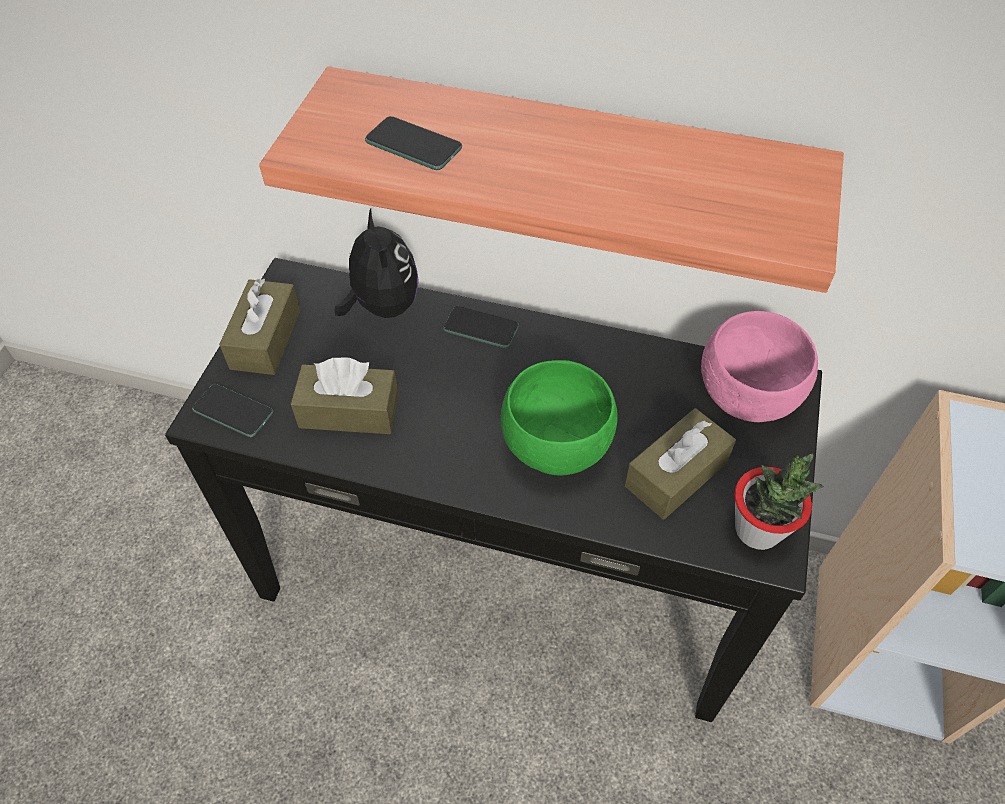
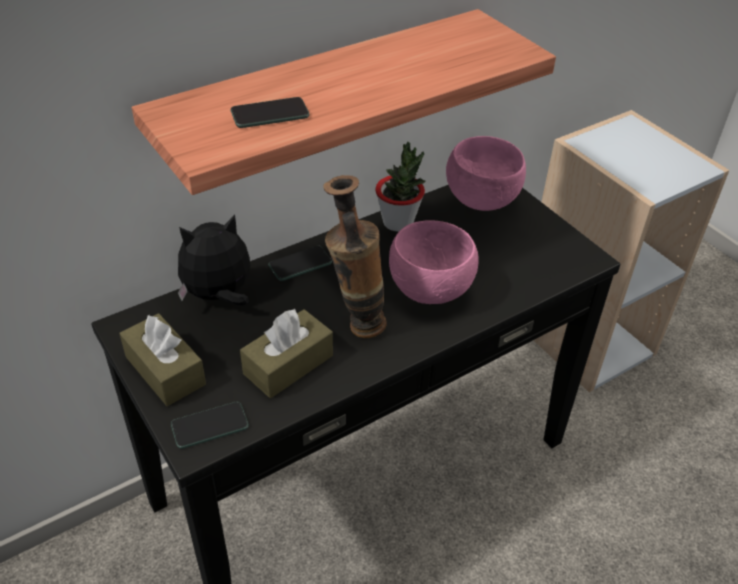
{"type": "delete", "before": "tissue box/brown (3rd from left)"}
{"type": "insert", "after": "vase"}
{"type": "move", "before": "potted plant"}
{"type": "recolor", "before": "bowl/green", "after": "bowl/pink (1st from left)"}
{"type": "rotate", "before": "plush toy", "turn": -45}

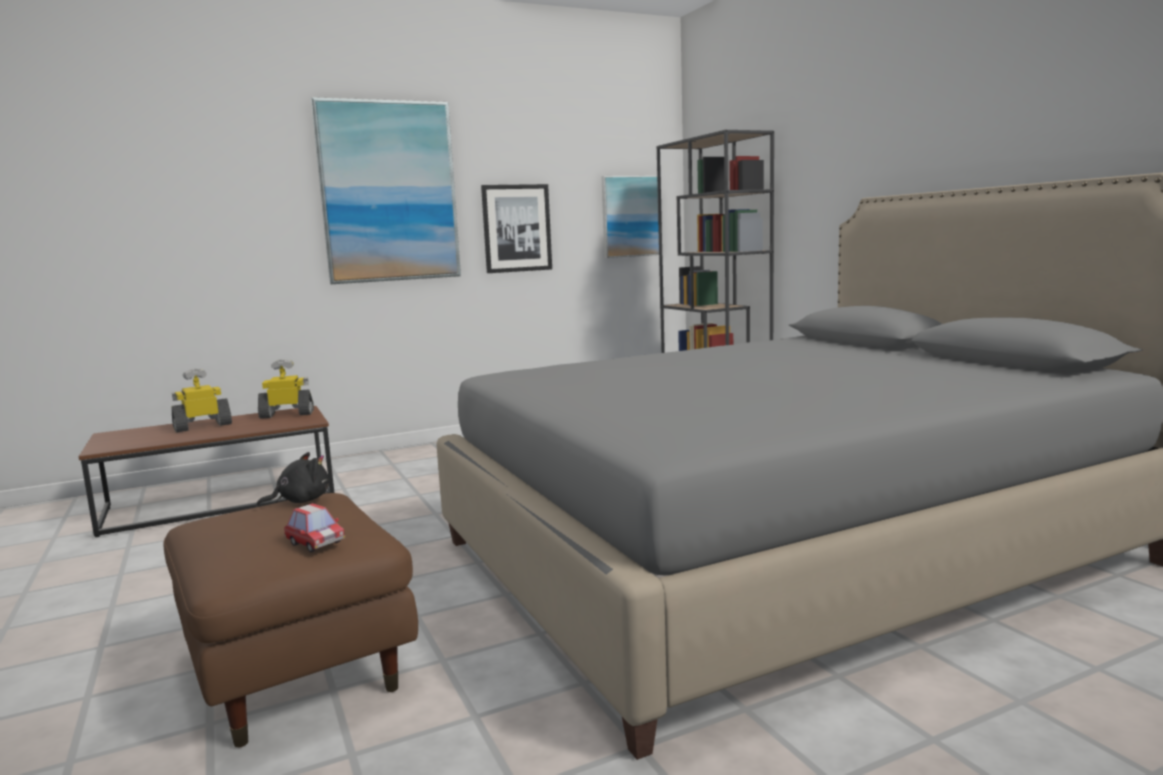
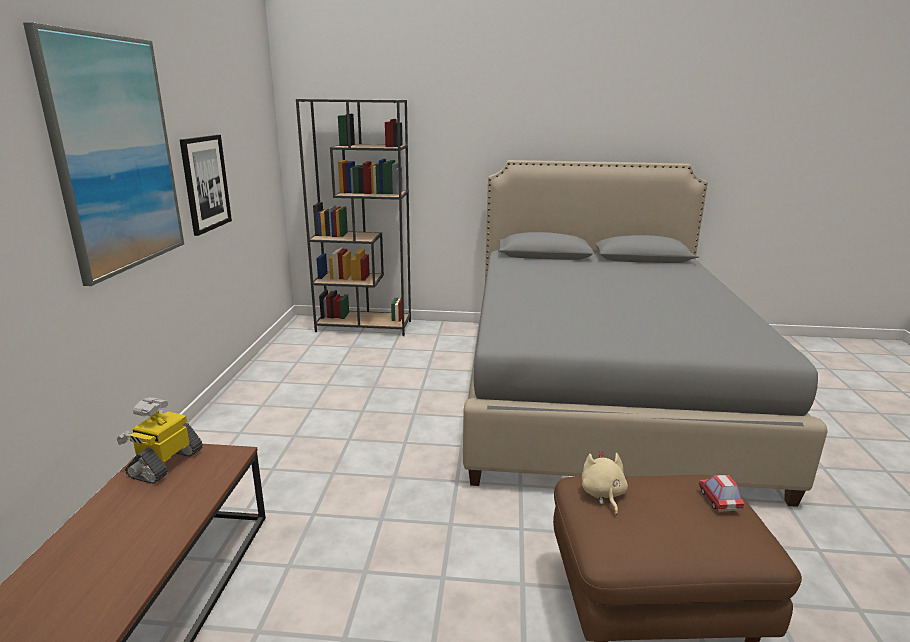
{"type": "delete", "before": "toy robot (1st from left)"}
{"type": "delete", "before": "picture (3rd from left)"}
{"type": "recolor", "before": "plush toy/black", "after": "plush toy/beige"}
{"type": "rotate", "before": "toy car", "turn": -75}

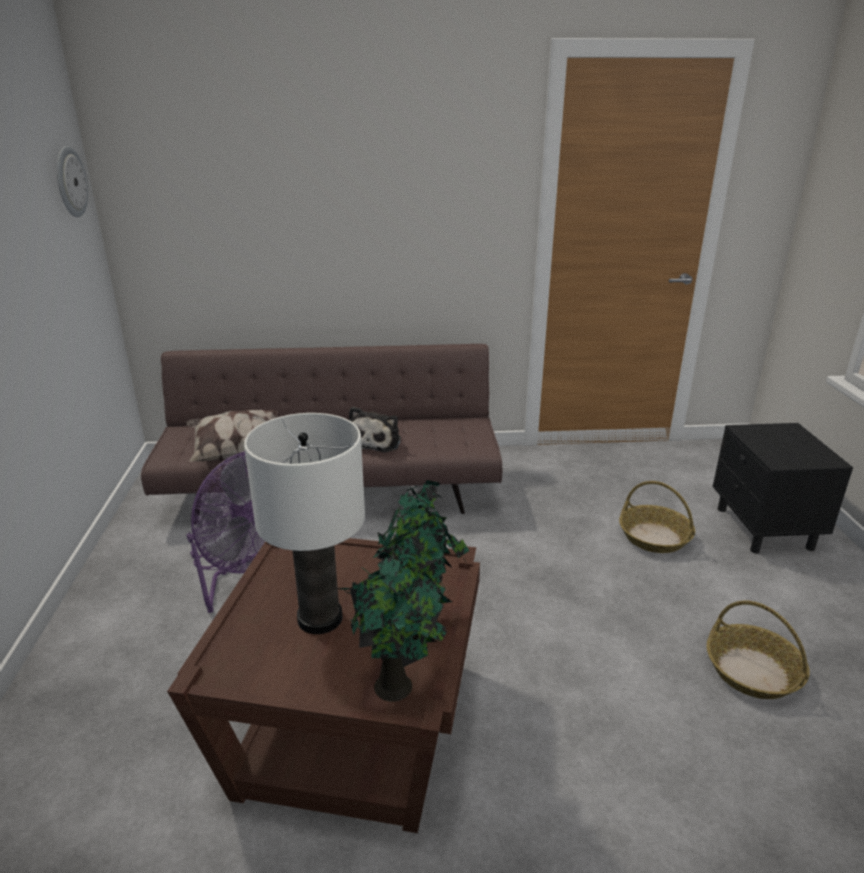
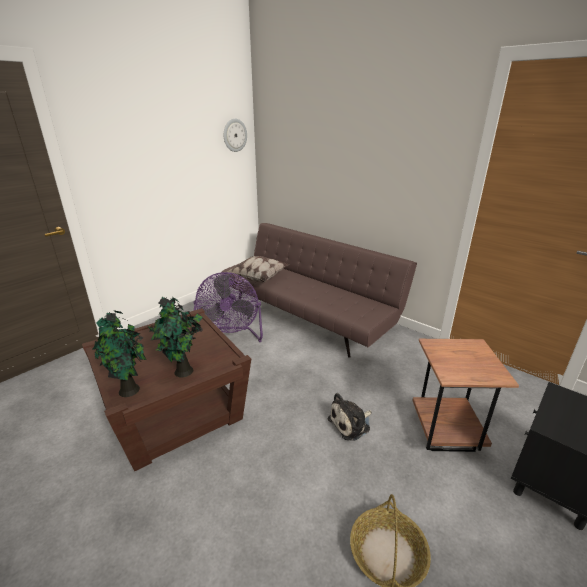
{"type": "delete", "before": "table lamp/white"}
{"type": "move", "before": "plush toy"}
{"type": "replace", "before": "basket (1st from left)", "after": "side table/brown (2nd from left)"}

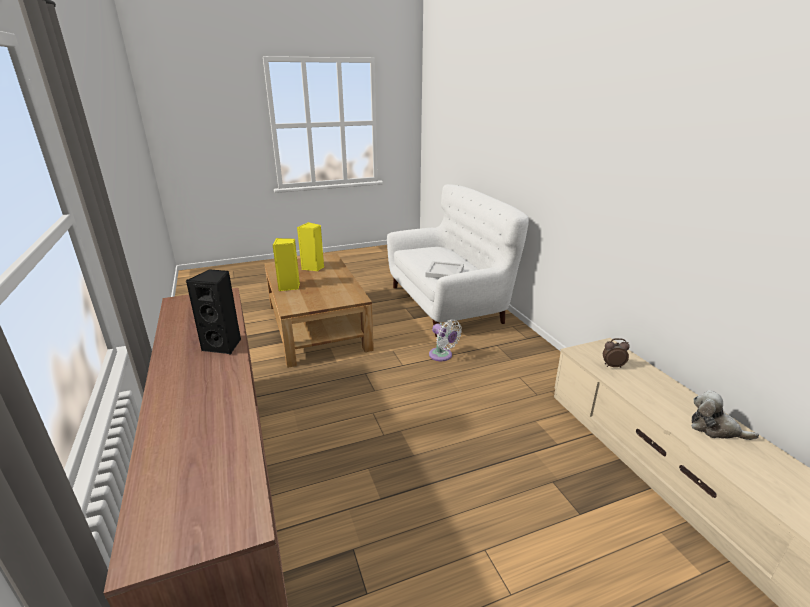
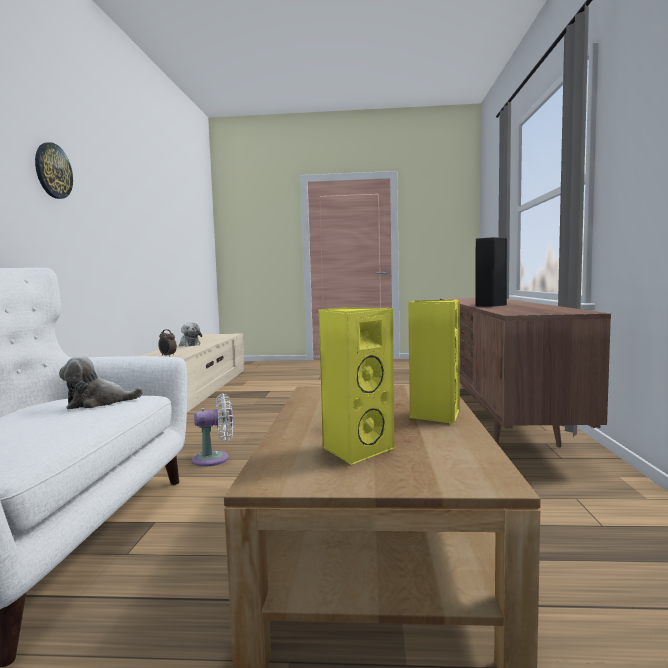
{"type": "insert", "after": "wall clock"}
{"type": "replace", "before": "tray/white", "after": "plush toy (1st from left)"}
{"type": "rotate", "before": "fan/white", "turn": 90}

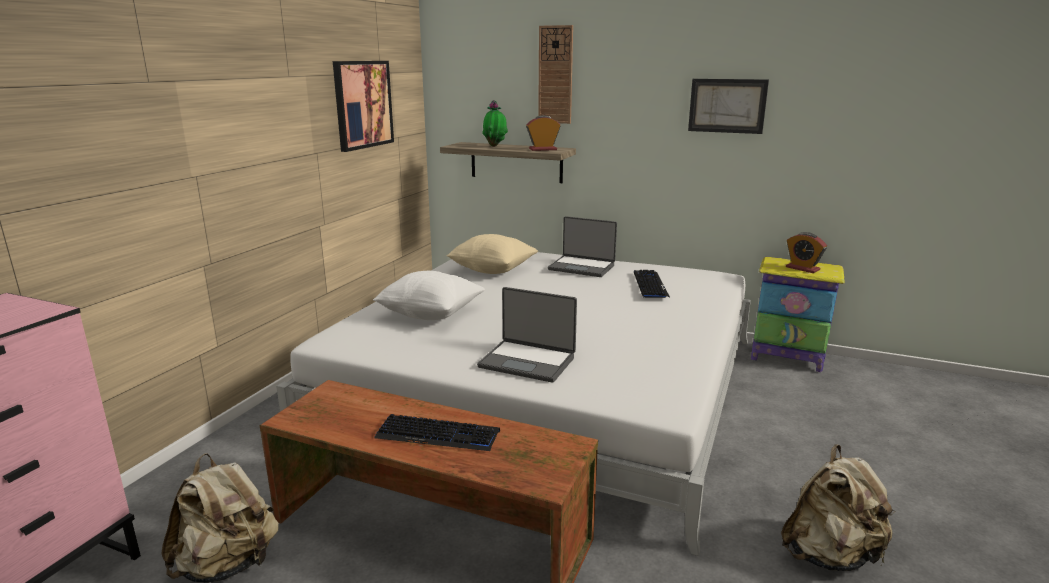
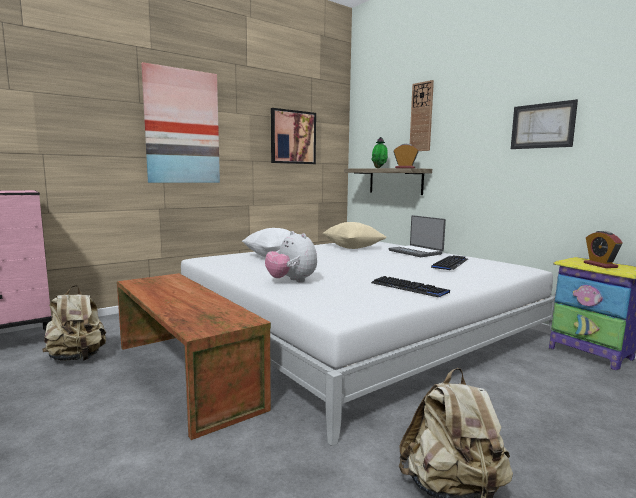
{"type": "insert", "after": "picture (1st from left)"}
{"type": "move", "before": "keyboard (1st from left)"}
{"type": "replace", "before": "laptop (1st from left)", "after": "plush toy"}

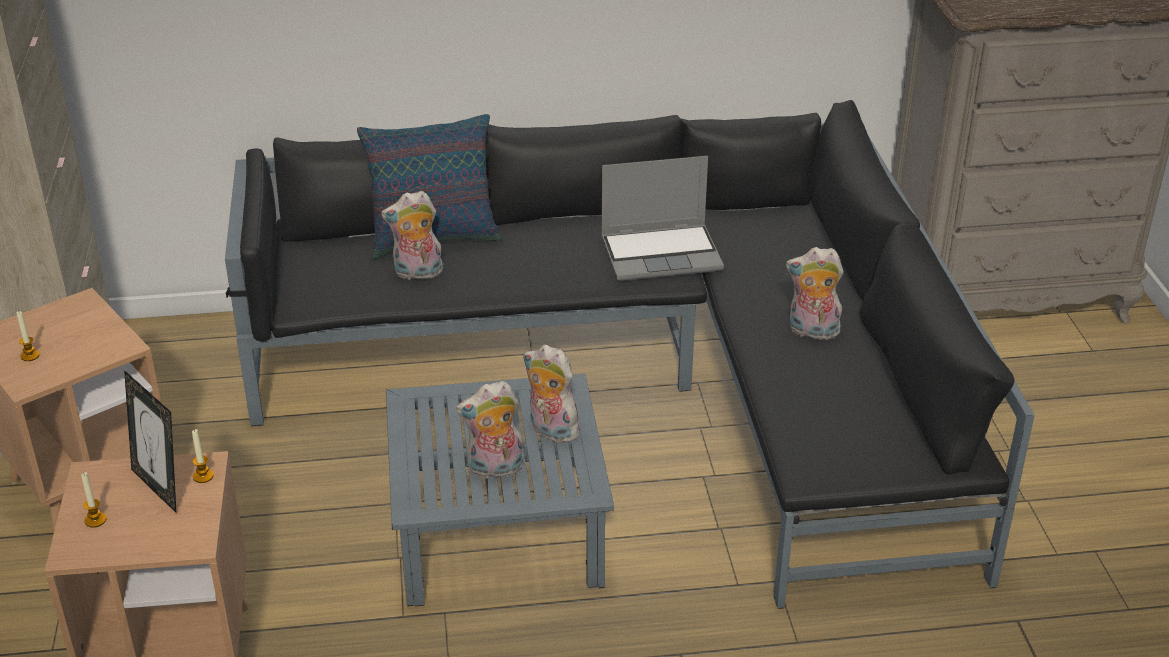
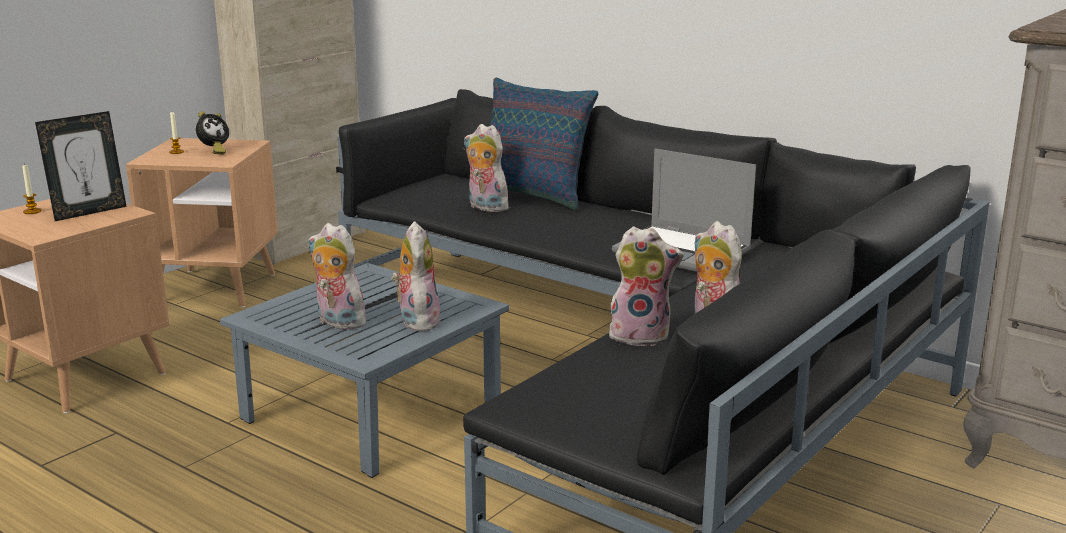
{"type": "delete", "before": "candle (3rd from left)"}
{"type": "insert", "after": "alarm clock"}
{"type": "insert", "after": "plush toy (4th from left)"}
{"type": "rotate", "before": "picture frame", "turn": -135}

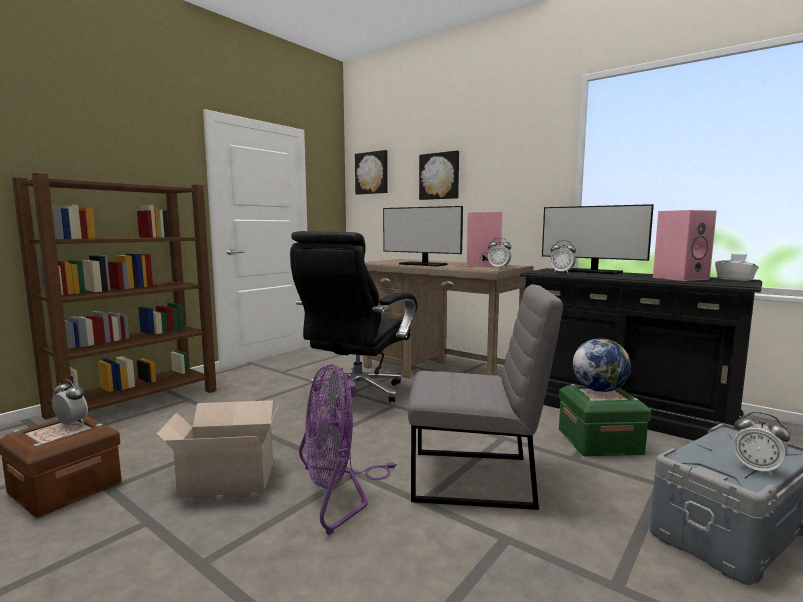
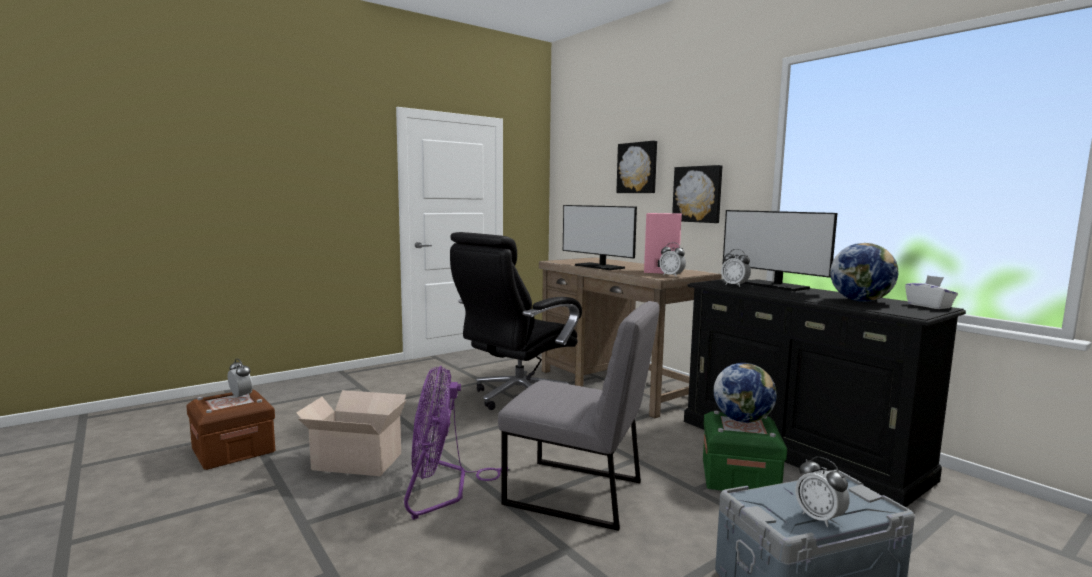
{"type": "delete", "before": "bookcase/brown"}
{"type": "move", "before": "picture (1st from left in the first image)", "after": "picture (2nd from left)"}
{"type": "replace", "before": "speaker/pink (2nd from left)", "after": "globe (2nd from left)"}

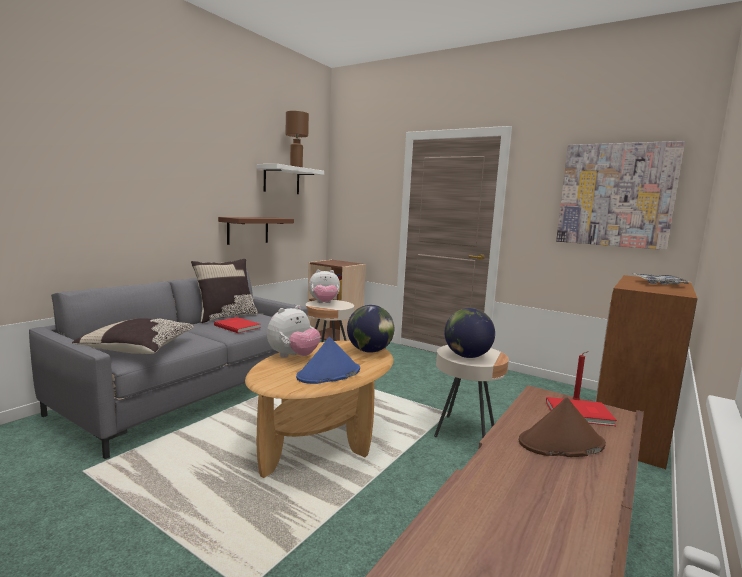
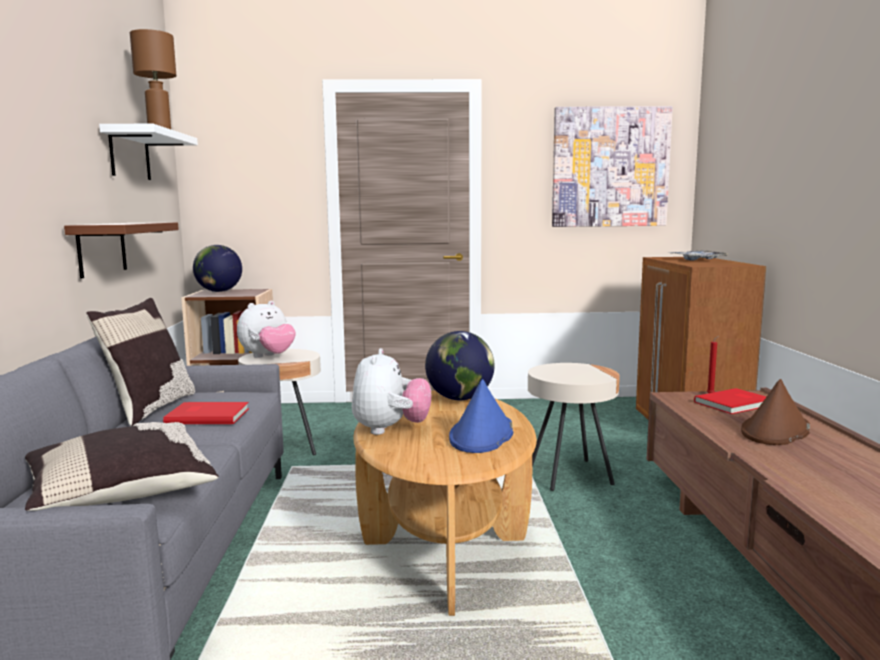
{"type": "move", "before": "globe (2nd from left in the first image)", "after": "globe (1st from left)"}

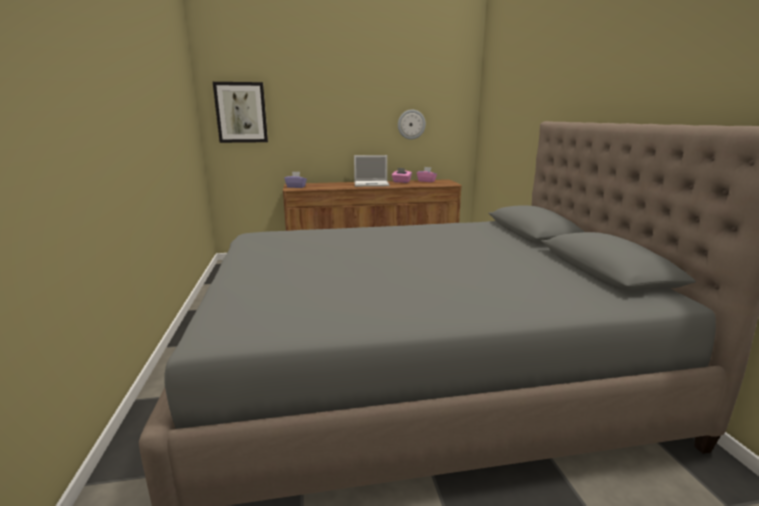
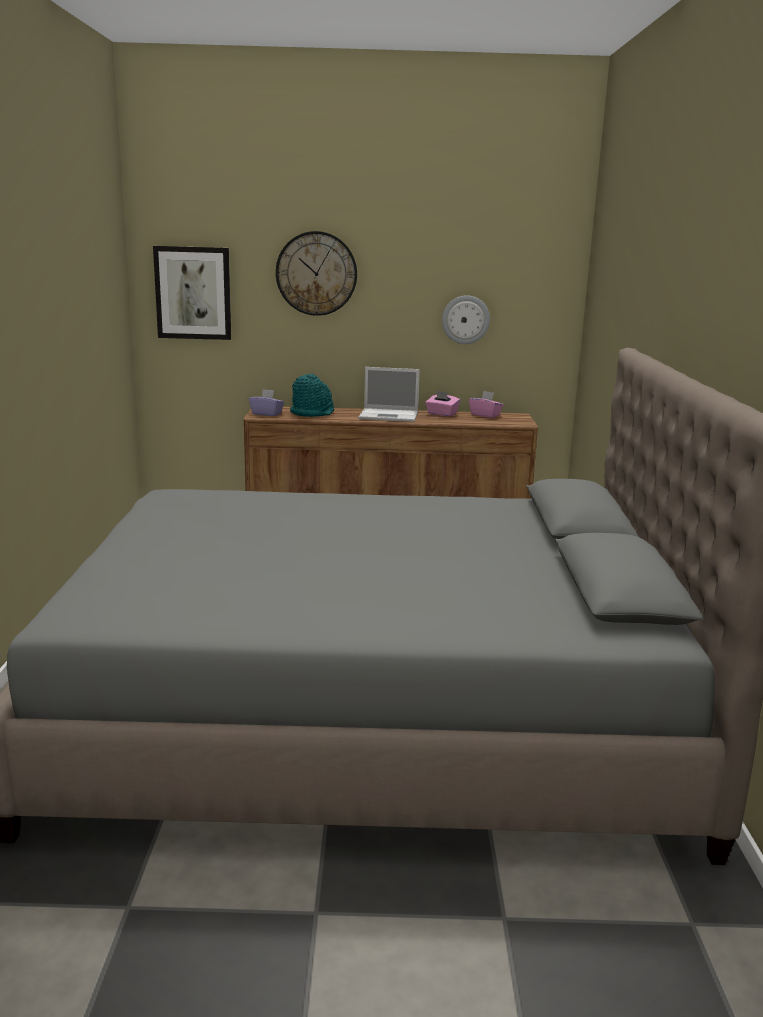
{"type": "insert", "after": "wall clock (1st from left)"}
{"type": "insert", "after": "hat/turquoise"}

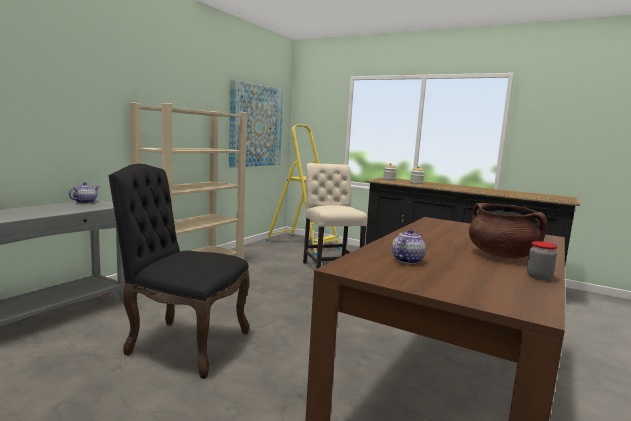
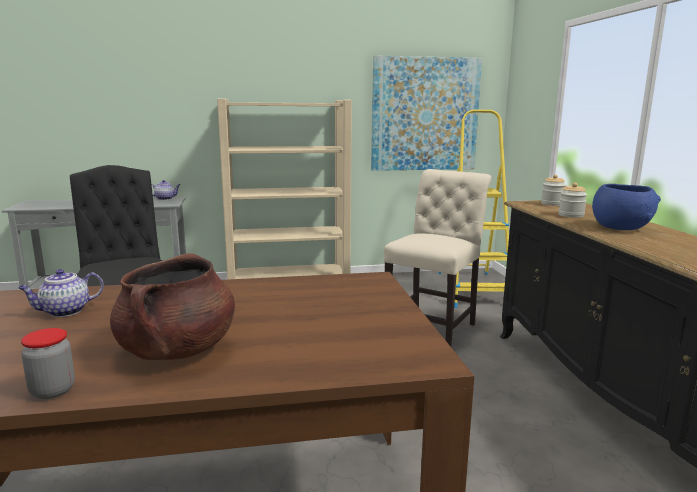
{"type": "insert", "after": "bowl/blue"}
{"type": "rotate", "before": "teapot (2nd from left in the first image)", "turn": 150}

